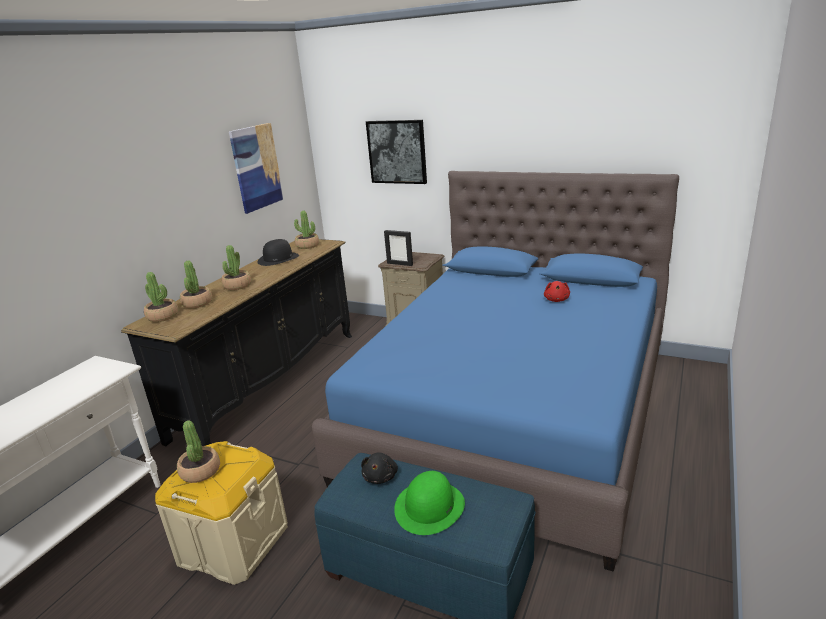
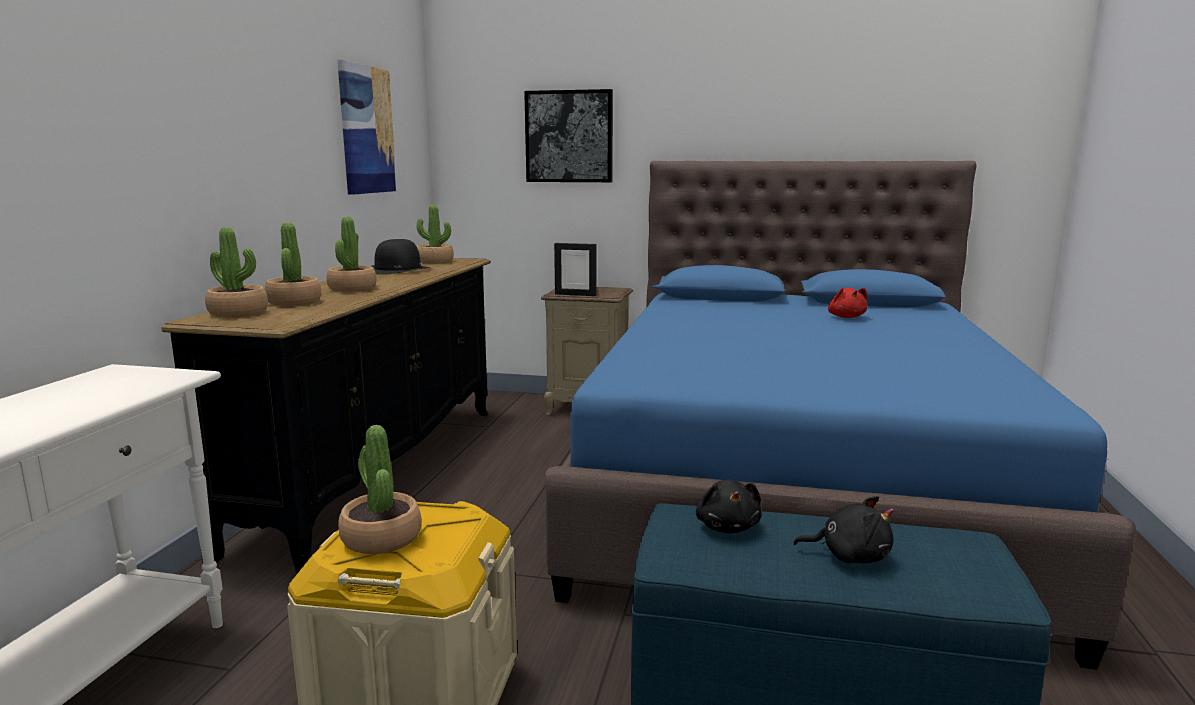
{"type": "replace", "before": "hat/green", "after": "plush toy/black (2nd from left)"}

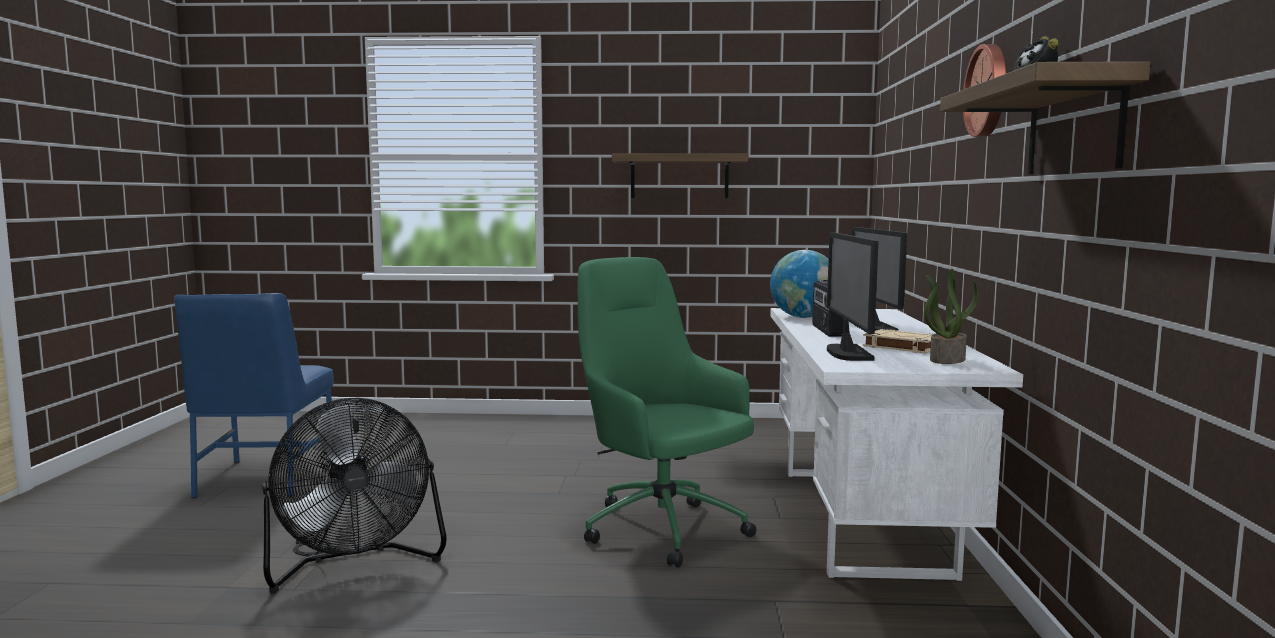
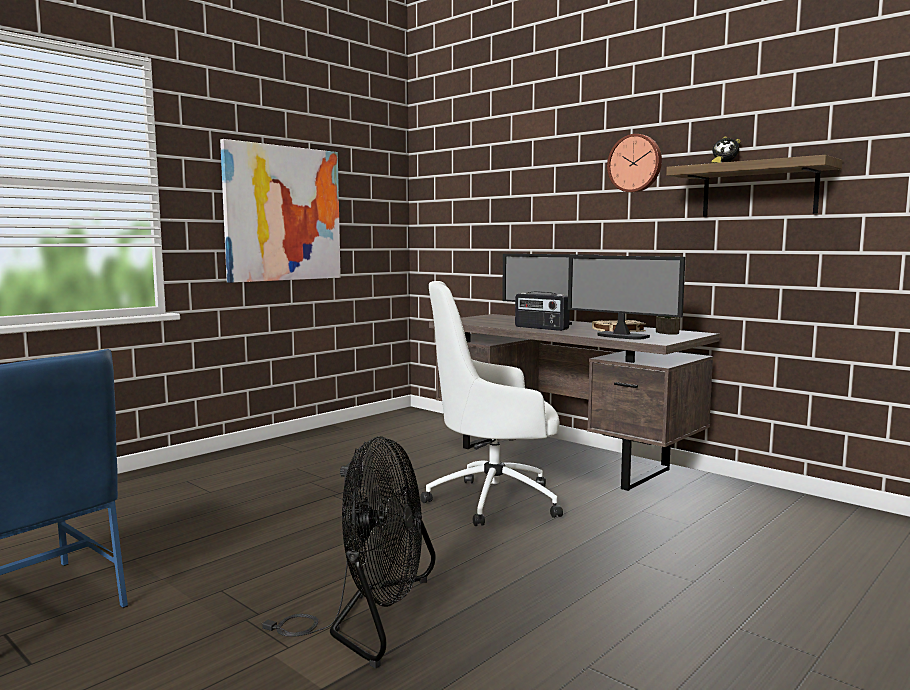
{"type": "delete", "before": "globe"}
{"type": "replace", "before": "shelf (1st from left)", "after": "picture"}
{"type": "recolor", "before": "office chair/green", "after": "office chair/white"}
{"type": "recolor", "before": "desk/white", "after": "desk/brown"}

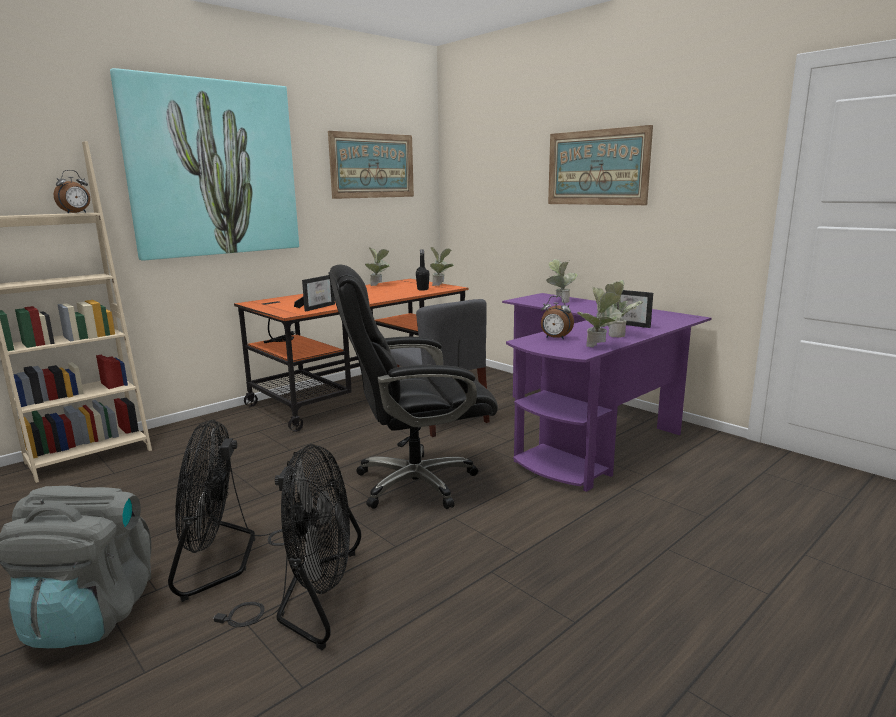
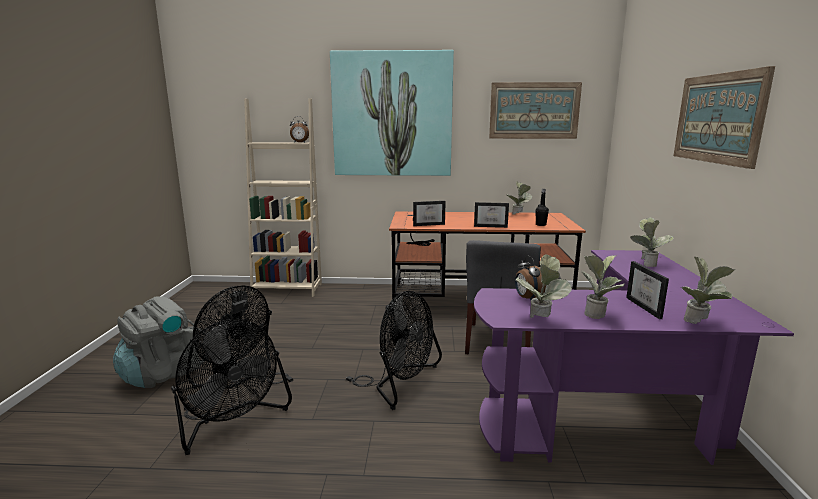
{"type": "insert", "after": "picture frame (2nd from left)"}
{"type": "move", "before": "potted plant (2nd from left in the first image)", "after": "potted plant (5th from left)"}
{"type": "replace", "before": "office chair/black", "after": "fan/black (3rd from left)"}

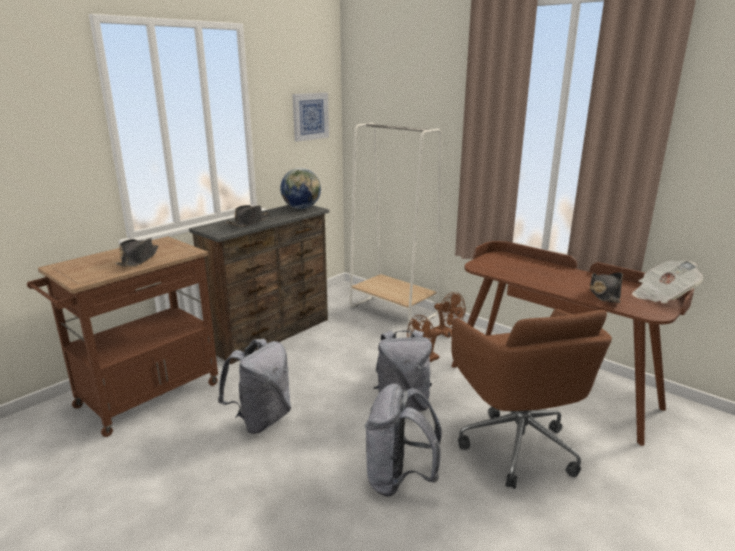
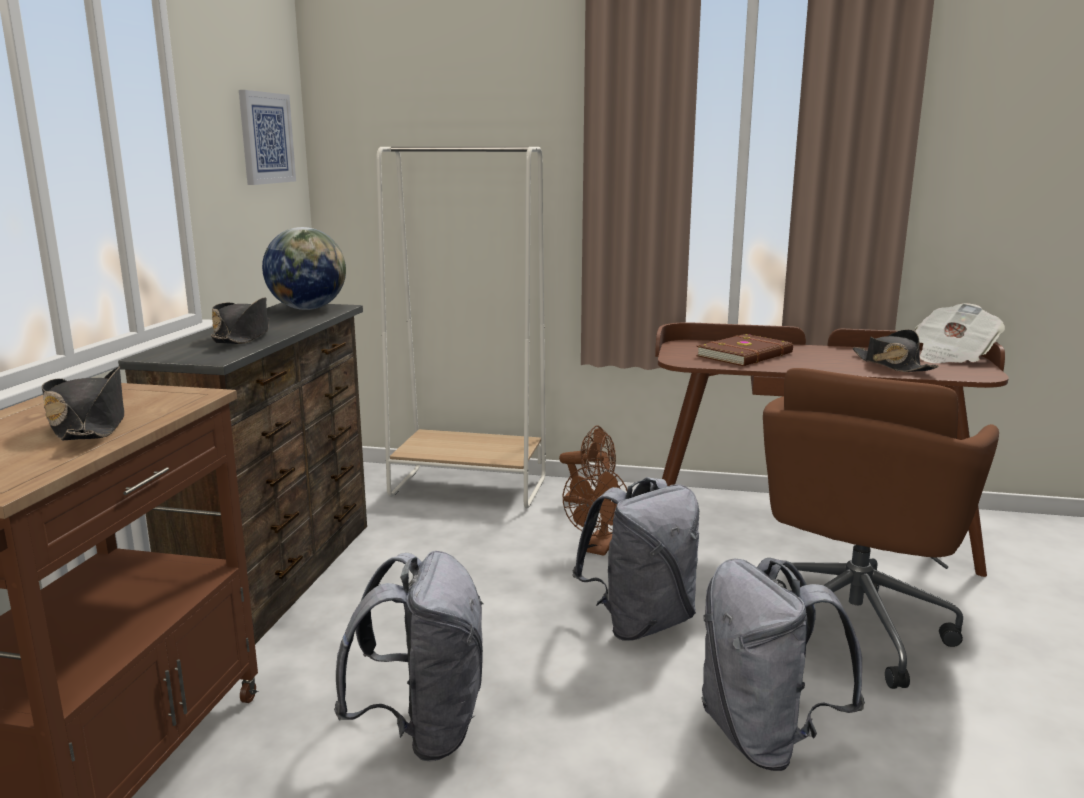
{"type": "insert", "after": "book/brown"}
{"type": "rotate", "before": "office chair/brown", "turn": 75}

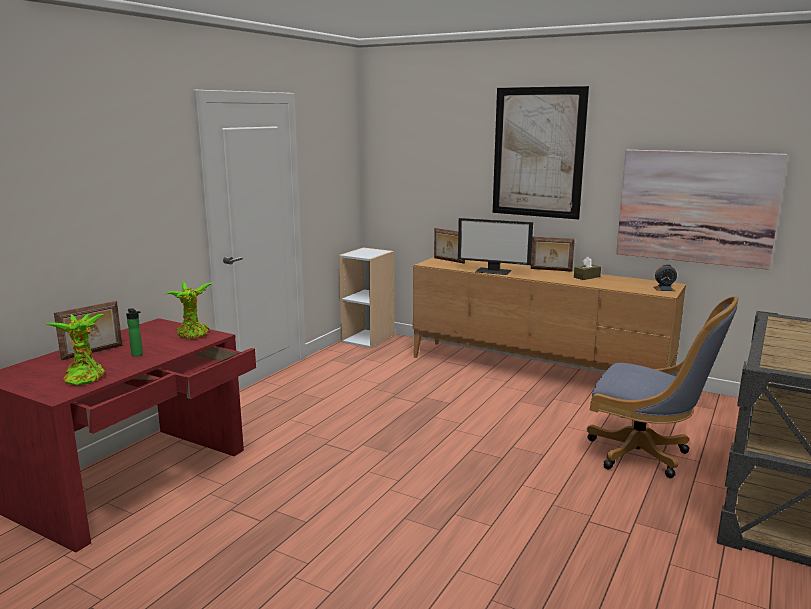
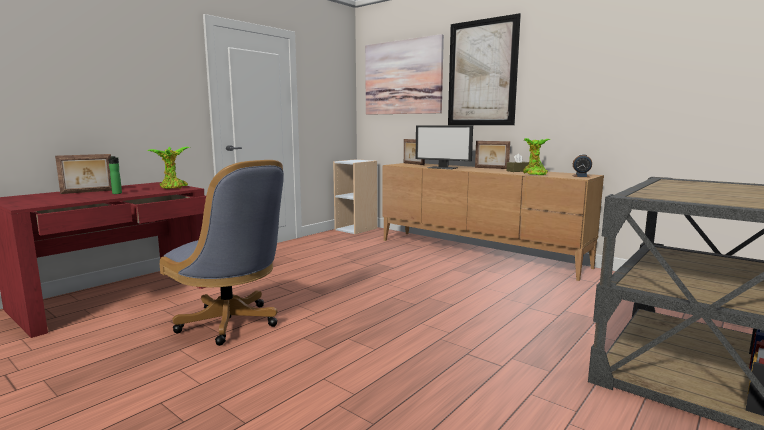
{"type": "move", "before": "potted plant (1st from left in the first image)", "after": "potted plant (2nd from left)"}
{"type": "move", "before": "office chair/blue"}
{"type": "move", "before": "picture (2nd from left in the first image)", "after": "picture (1st from left)"}

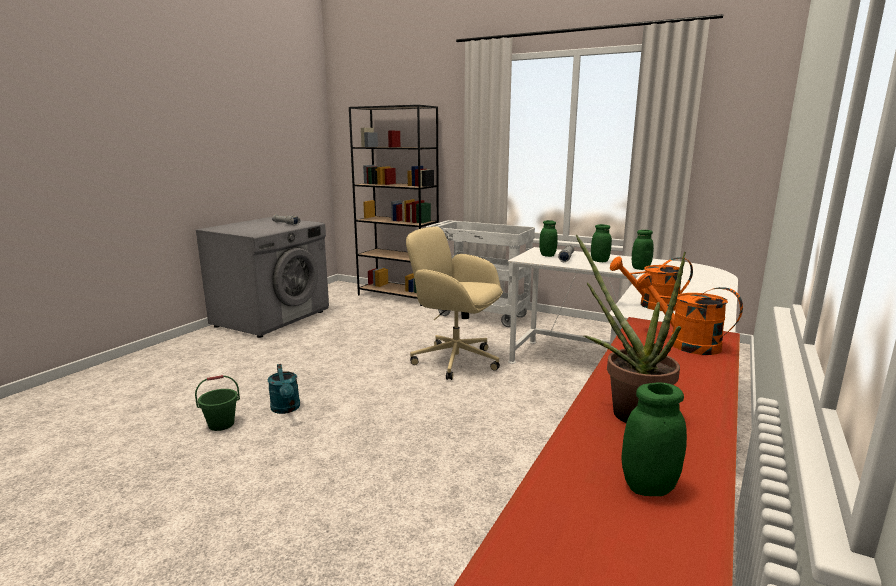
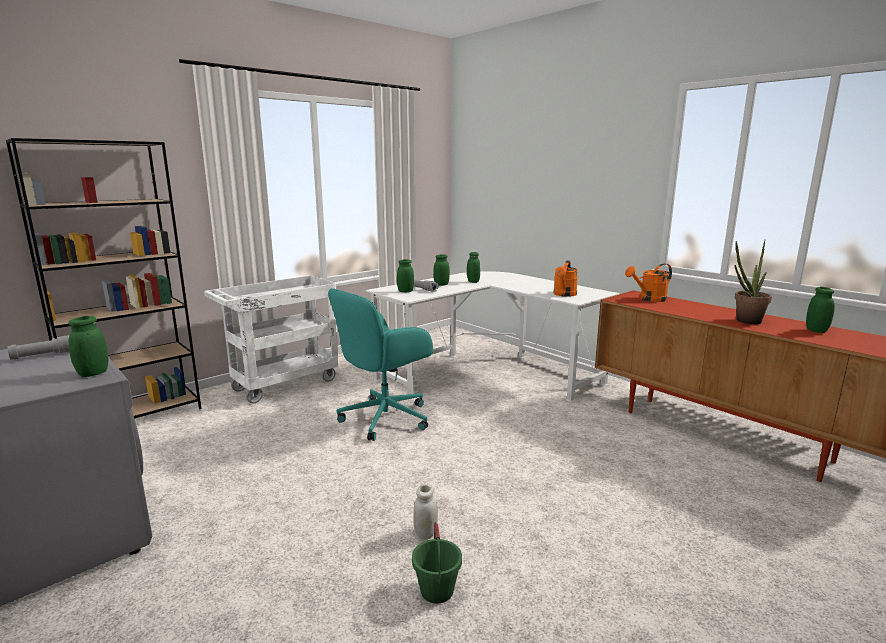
{"type": "insert", "after": "jar/green (1st from left)"}
{"type": "replace", "before": "watering can/turquoise", "after": "jar/white"}
{"type": "recolor", "before": "office chair/beige", "after": "office chair/turquoise"}

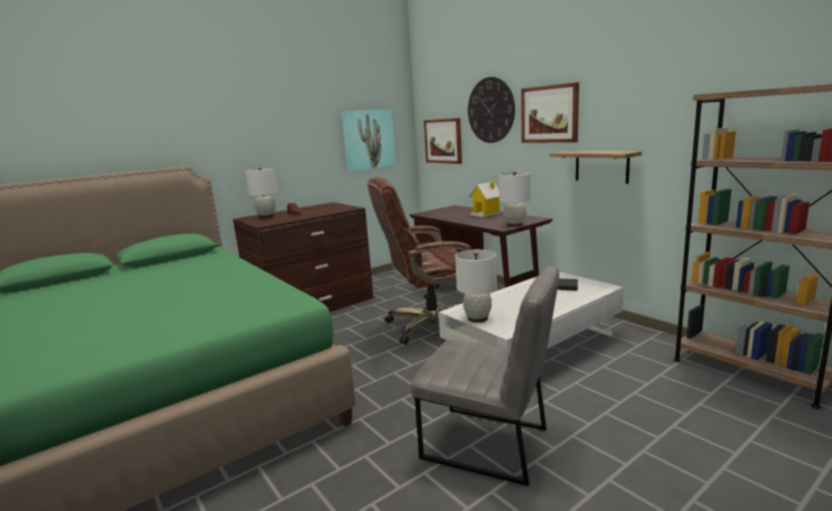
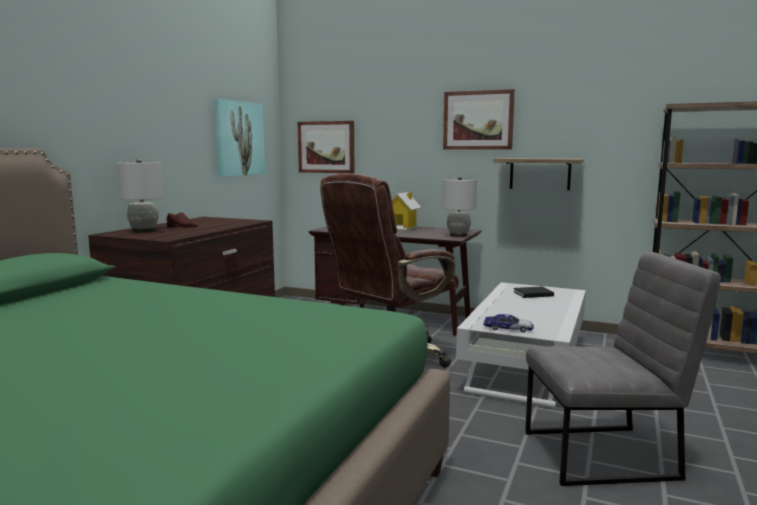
{"type": "delete", "before": "wall clock"}
{"type": "replace", "before": "table lamp/white (2nd from left)", "after": "toy car"}

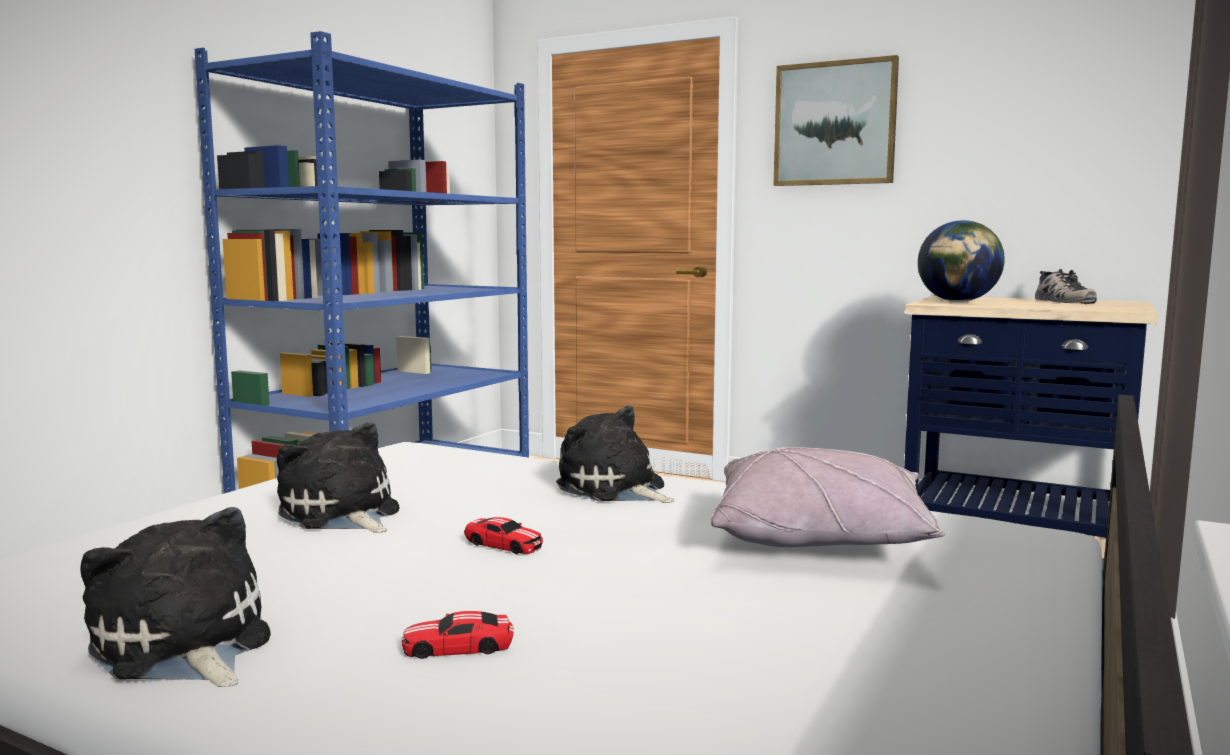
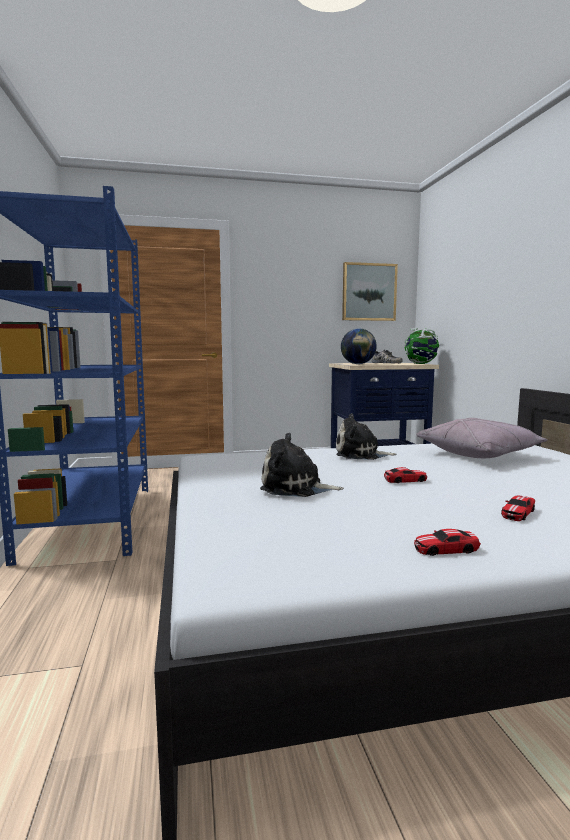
{"type": "insert", "after": "globe (2nd from left)"}
{"type": "move", "before": "picture"}
{"type": "replace", "before": "plush toy (1st from left)", "after": "toy car (2nd from left)"}

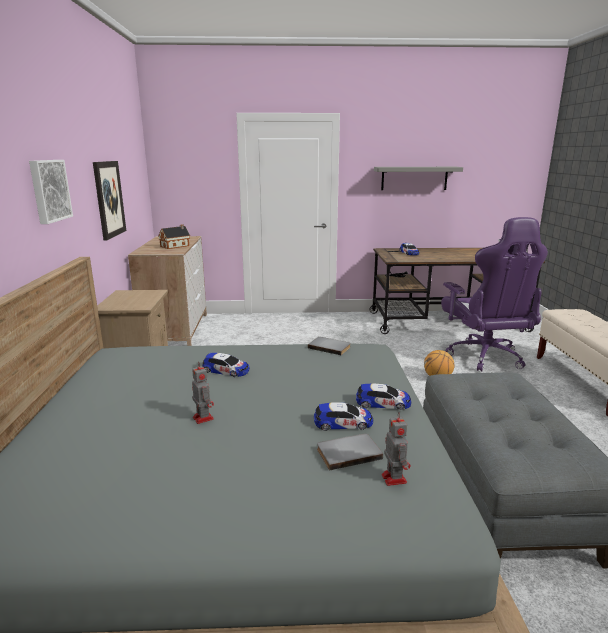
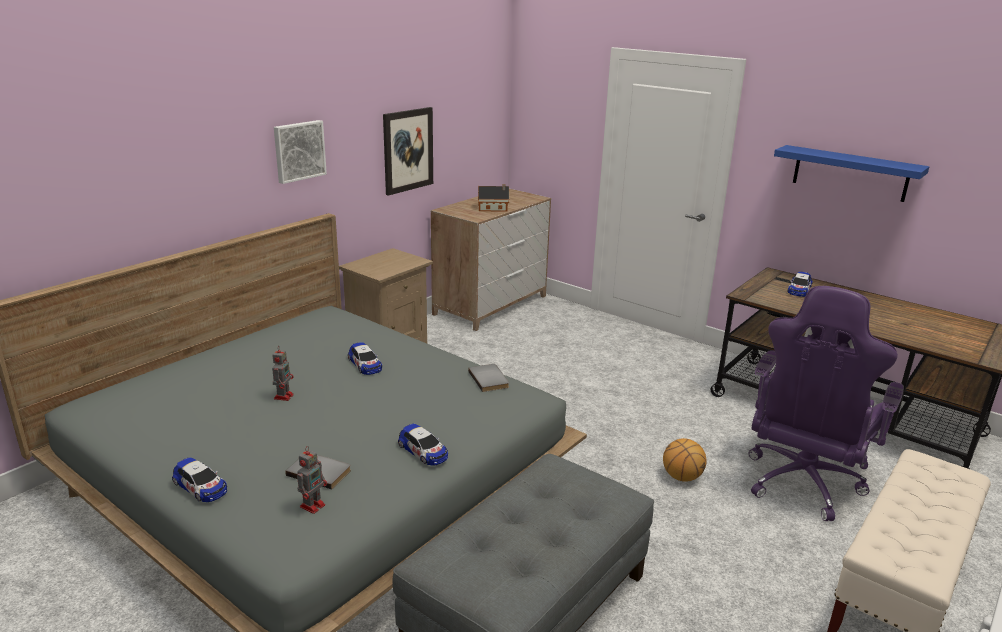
{"type": "move", "before": "toy car (2nd from left in the first image)", "after": "toy car (1st from left)"}
{"type": "recolor", "before": "shelf/grey", "after": "shelf/blue"}

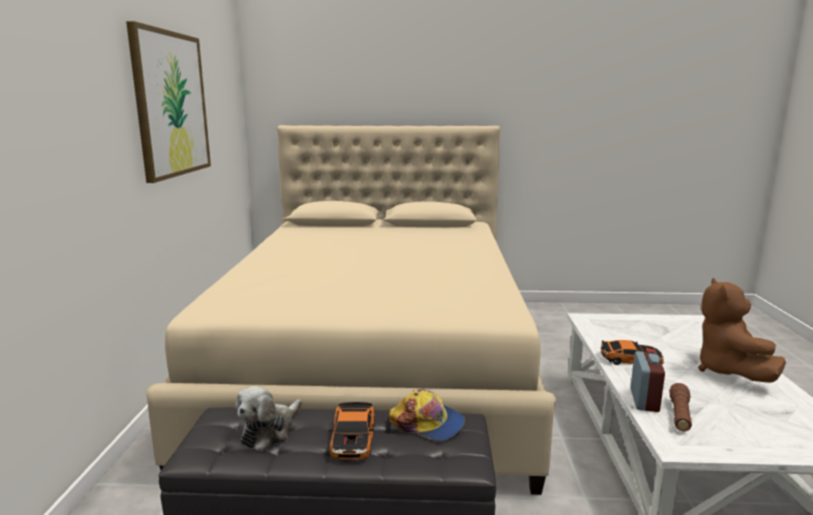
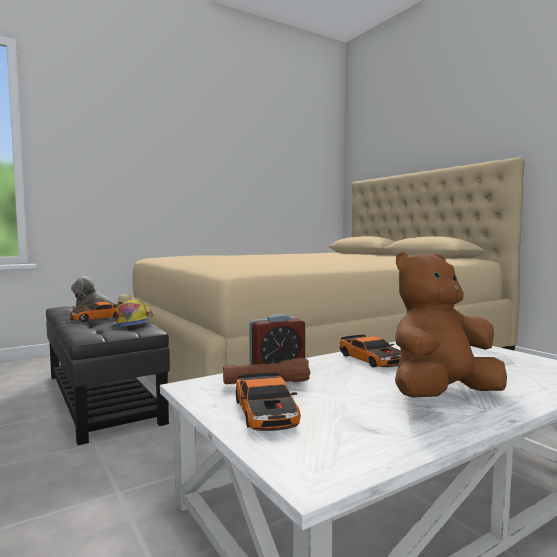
{"type": "delete", "before": "picture"}
{"type": "insert", "after": "toy car (2nd from left)"}

